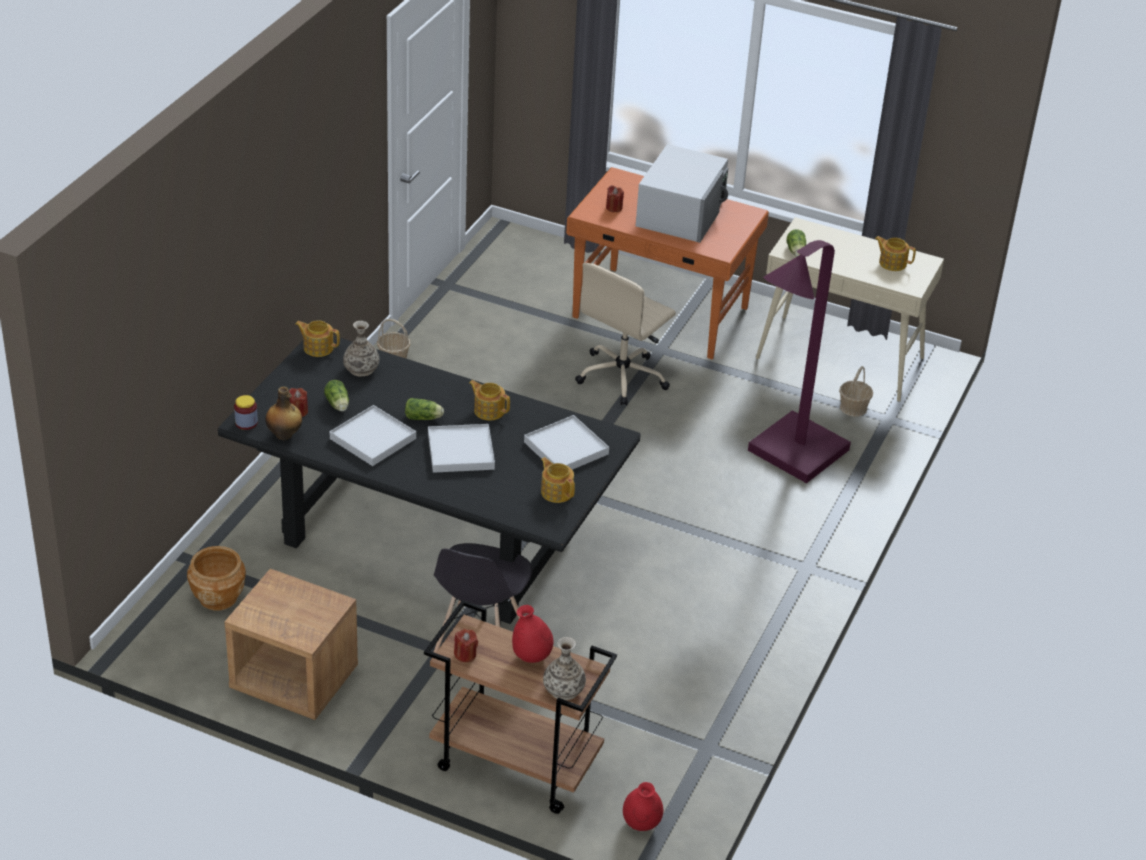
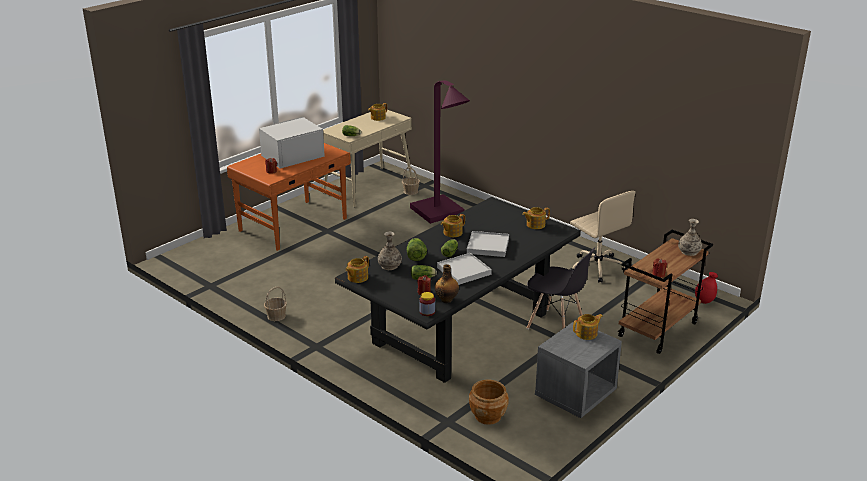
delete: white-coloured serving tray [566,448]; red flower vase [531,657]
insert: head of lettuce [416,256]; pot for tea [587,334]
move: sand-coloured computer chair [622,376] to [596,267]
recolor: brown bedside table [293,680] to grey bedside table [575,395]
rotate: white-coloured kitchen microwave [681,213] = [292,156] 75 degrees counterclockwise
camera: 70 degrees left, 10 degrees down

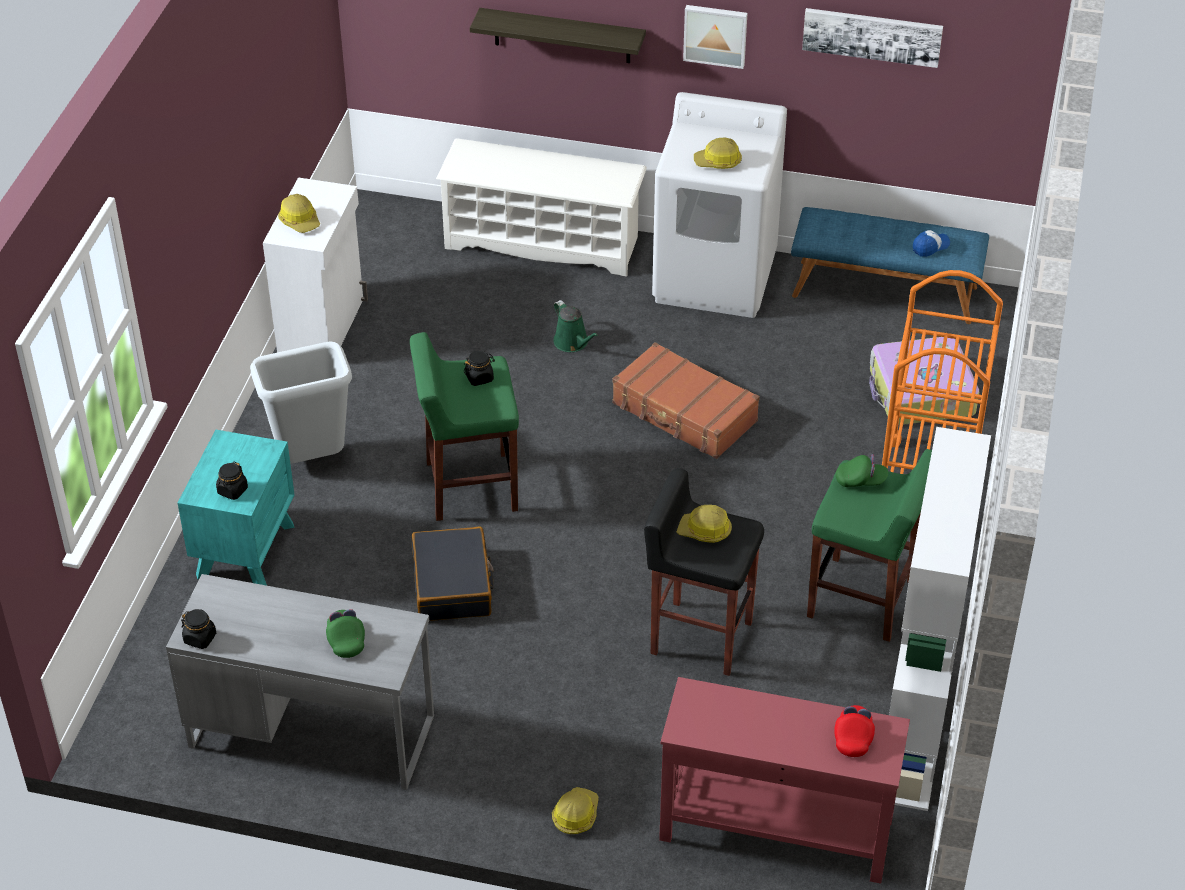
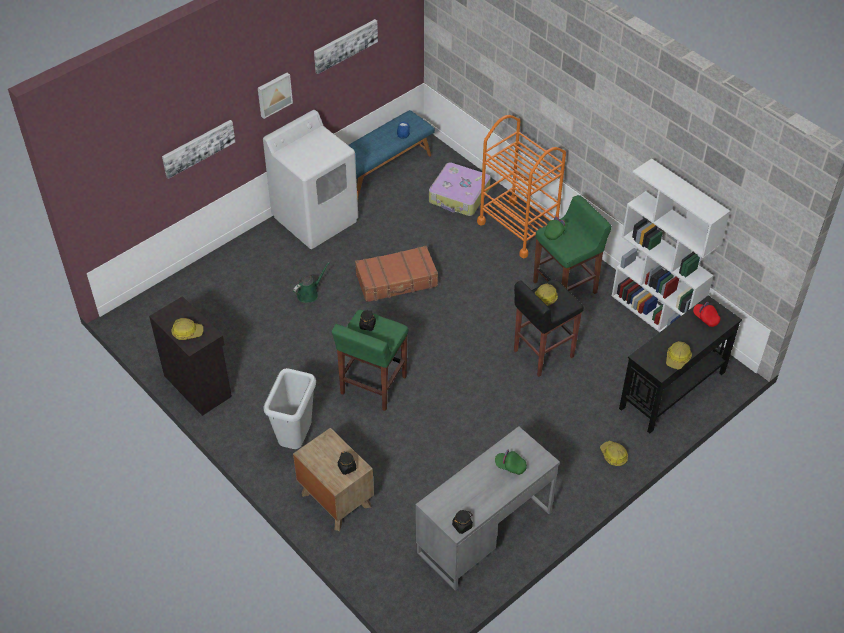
delete: white-coloured shoe stand [543,242]; black suitcase [453,585]
move: hard hat [718,162] to [678,358]
replace: bracket shelf [562,36] to picture [198,148]
recolor: white-coloured cabinet [323,327] to black cabinet [198,385]; turquoise-coloured bedside table [245,549] to brown bedside table [335,499]; red narrow table [775,829] to black narrow table [671,390]
rotate: green-coloured watering pot [573,343] = [309,294] 45 degrees counterclockwise
camera: 55 degrees left, 5 degrees up

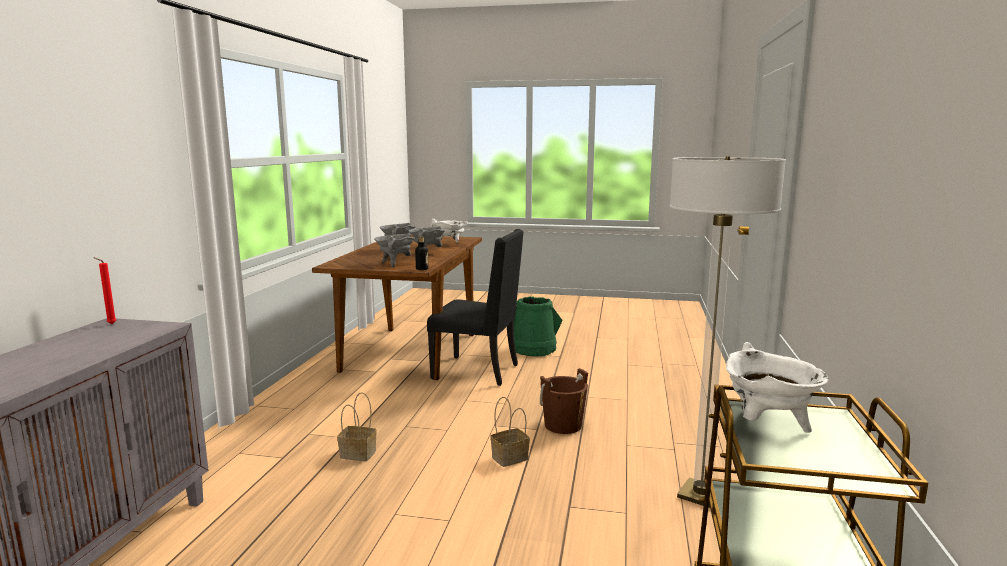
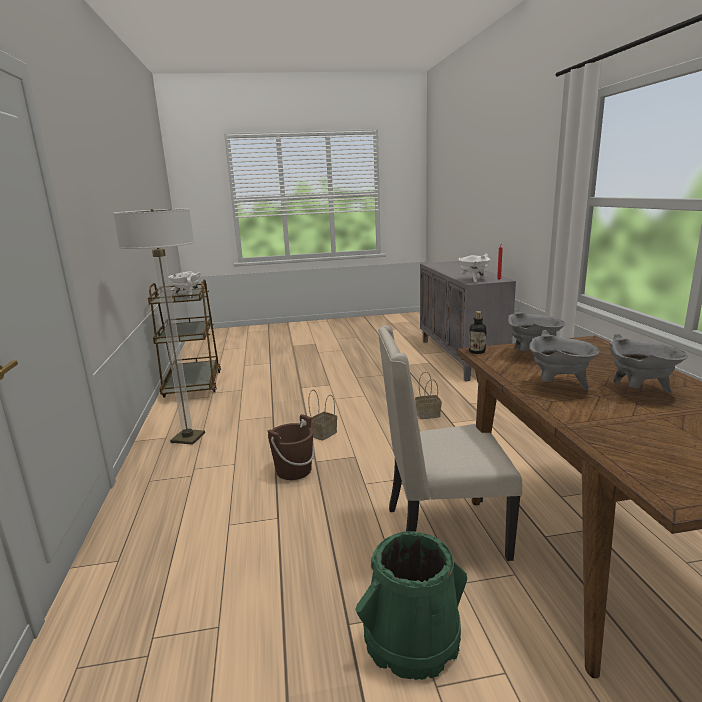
move: white-coloured stockpot [450,244] to [473,280]
recolor: black chair [478,371] to sand-coloured chair [442,532]
camera: 160 degrees right, 5 degrees up

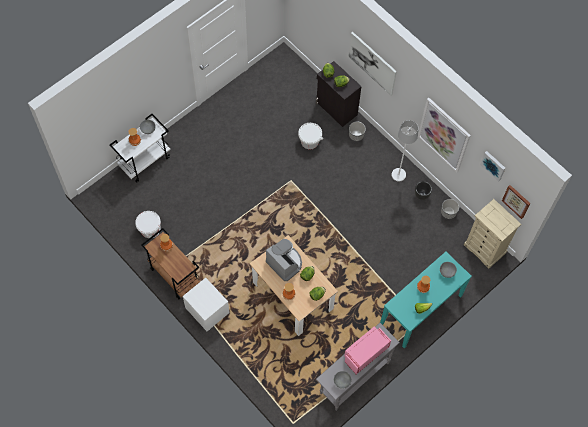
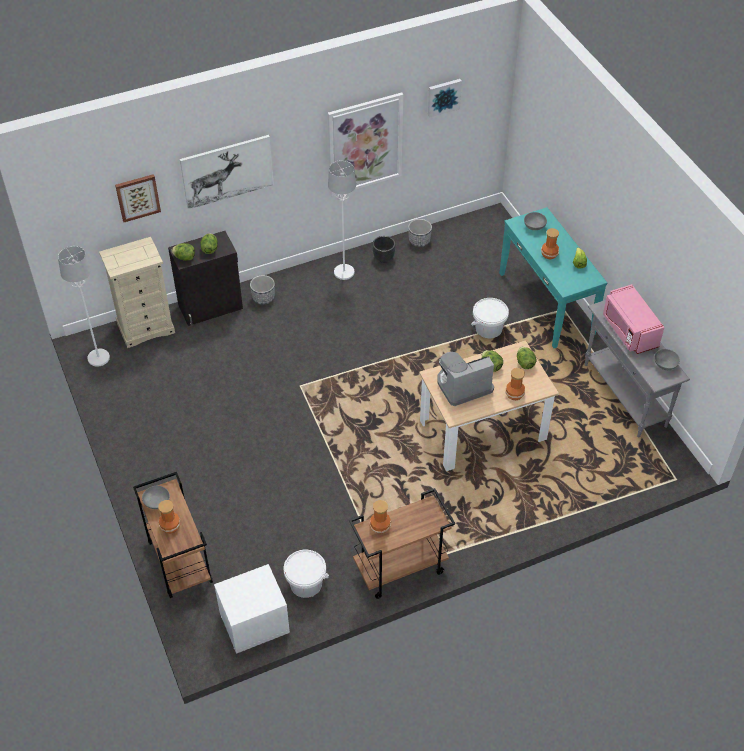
insert: white-coloured standard lamp [98,358]
move: white-coloured bucket [309,141] to [488,328]; picture [516,201] to [137,197]; sand-coloured chest of drawers [485,249] to [146,327]; white-coloured bedside table [206,310] to [254,624]
recolor: white-coloured cart [145,161] to brown cart [179,561]
camera: 70 degrees left, 15 degrees down

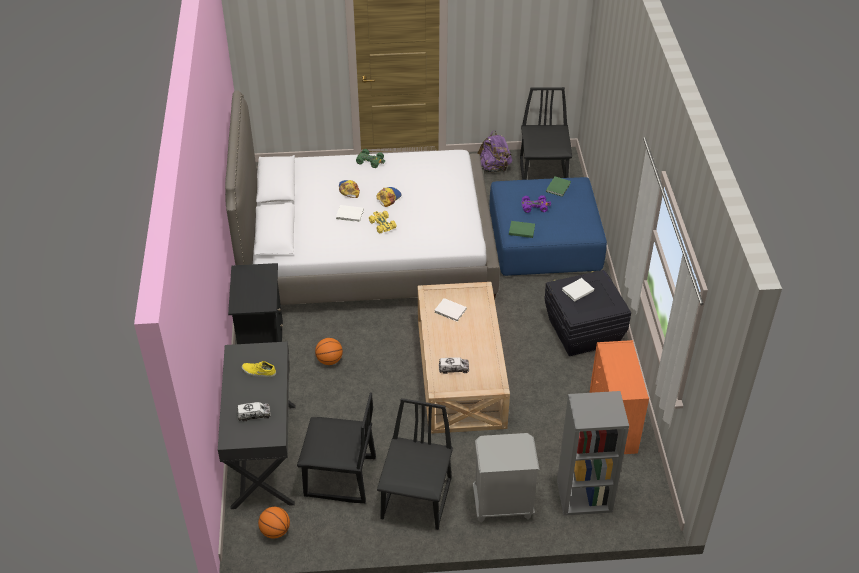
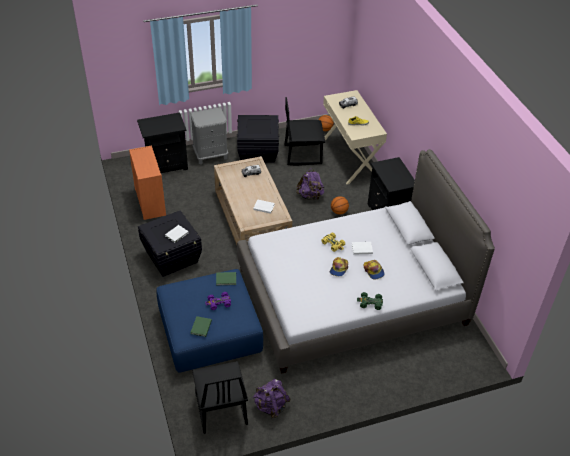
insert: purple knapsack [310,196]
replace: grey bookcase [583,497] to black bedside table [166,165]; black chair [417,499] to black storage box [257,151]
recolor: black desk unit [263,455] to sand-coloured desk unit [350,158]
camera: 165 degrees right, 0 degrees up

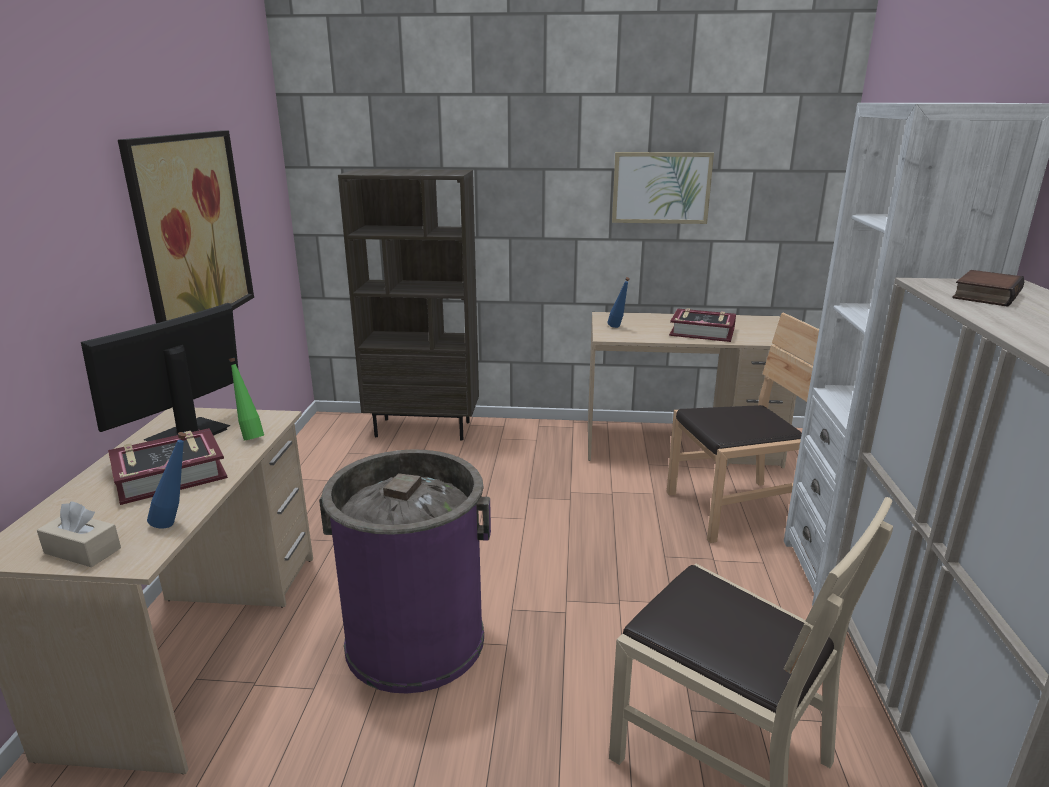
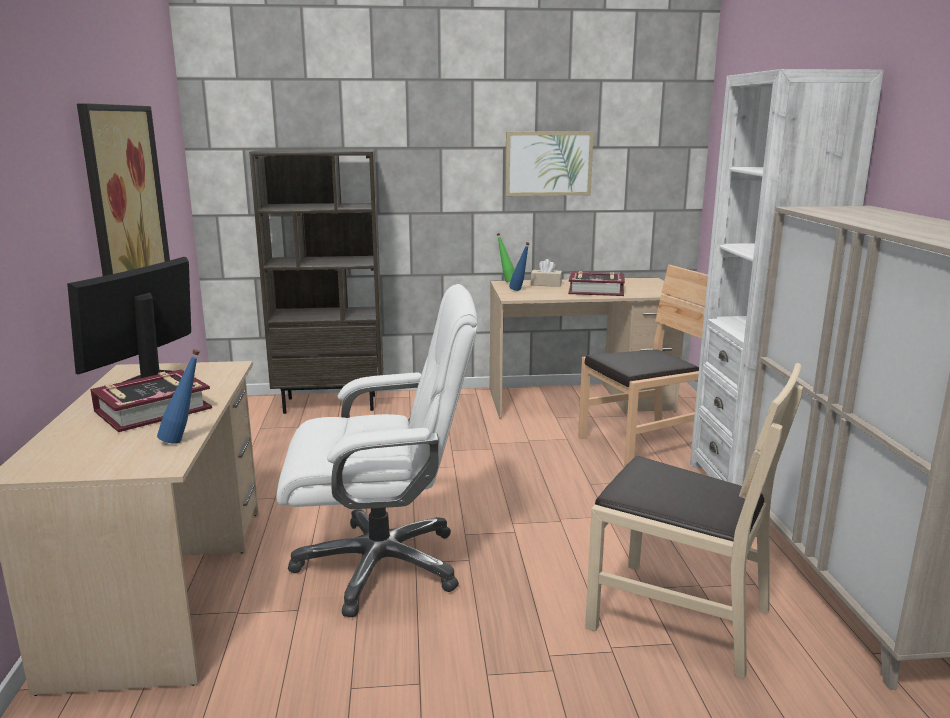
delete: book [984,295]
move: green-coloured drink bottle [250,437] to [506,281]; sand-coloured box of tissues [82,551] to [546,284]
replace: purple trash can [415,639] to white-coloured computer chair [382,564]
camera: 10 degrees left, 5 degrees down

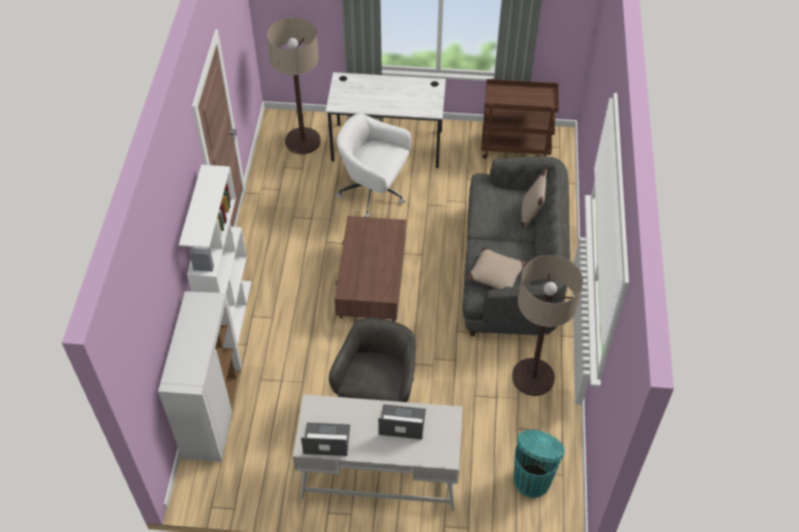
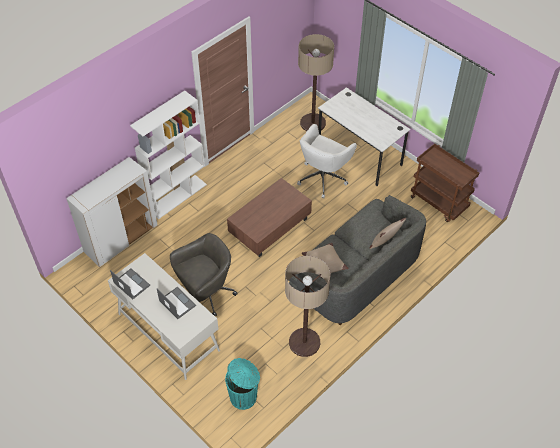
rotate: white-coloured computer chair [374,192] = [323,177] 120 degrees counterclockwise
camera: 40 degrees right, 0 degrees up

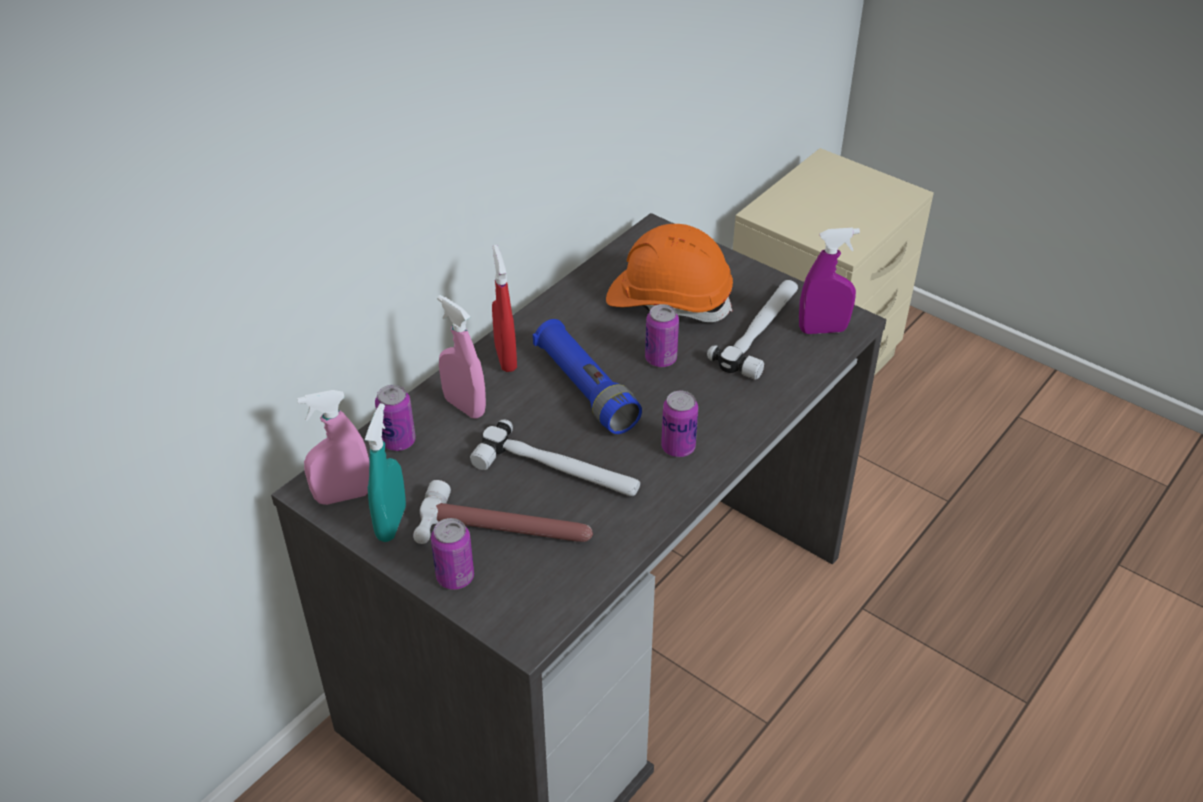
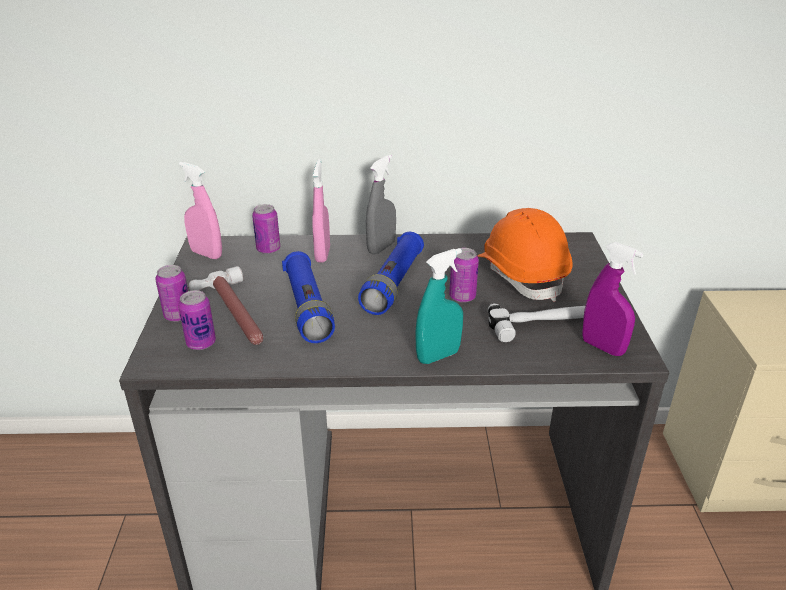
move: metal can [678,447] to [201,343]; turquoise-coloured spray bottle [391,523] to [438,356]
replace: hammer [558,471] to bluish torch [307,308]
recolor: red spray bottle [505,358] to grey spray bottle [381,248]
camera: 50 degrees right, 10 degrees down

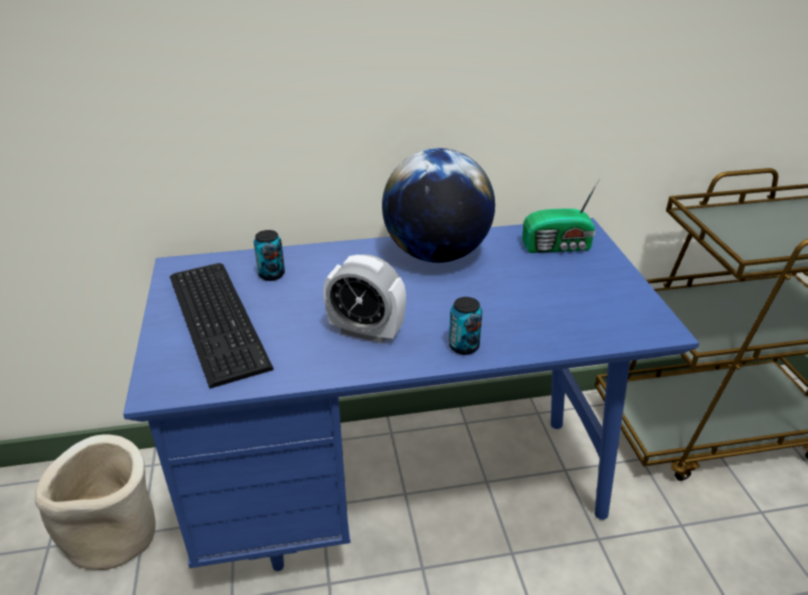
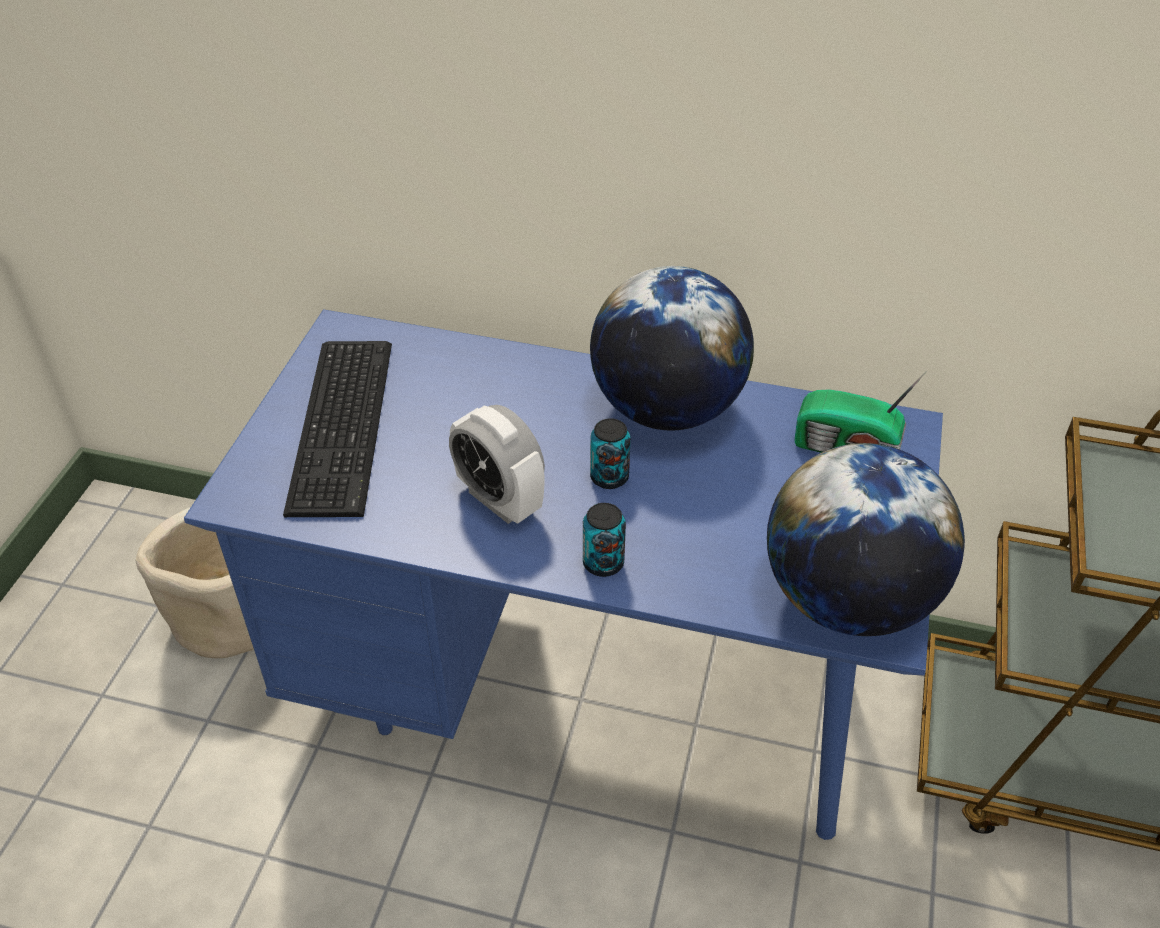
insert: desk globe [848,599]
move: metal can [271,274] to [609,477]
camera: 25 degrees right, 10 degrees up

